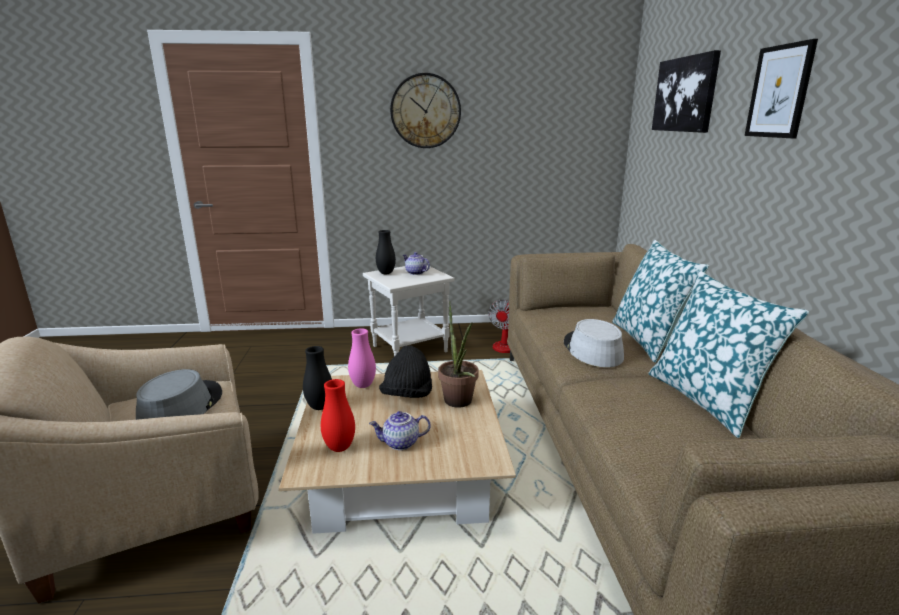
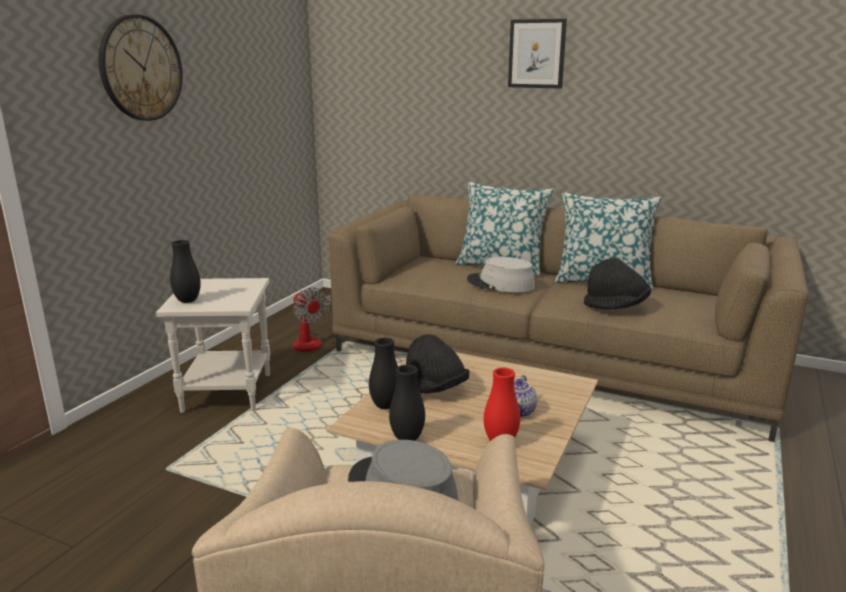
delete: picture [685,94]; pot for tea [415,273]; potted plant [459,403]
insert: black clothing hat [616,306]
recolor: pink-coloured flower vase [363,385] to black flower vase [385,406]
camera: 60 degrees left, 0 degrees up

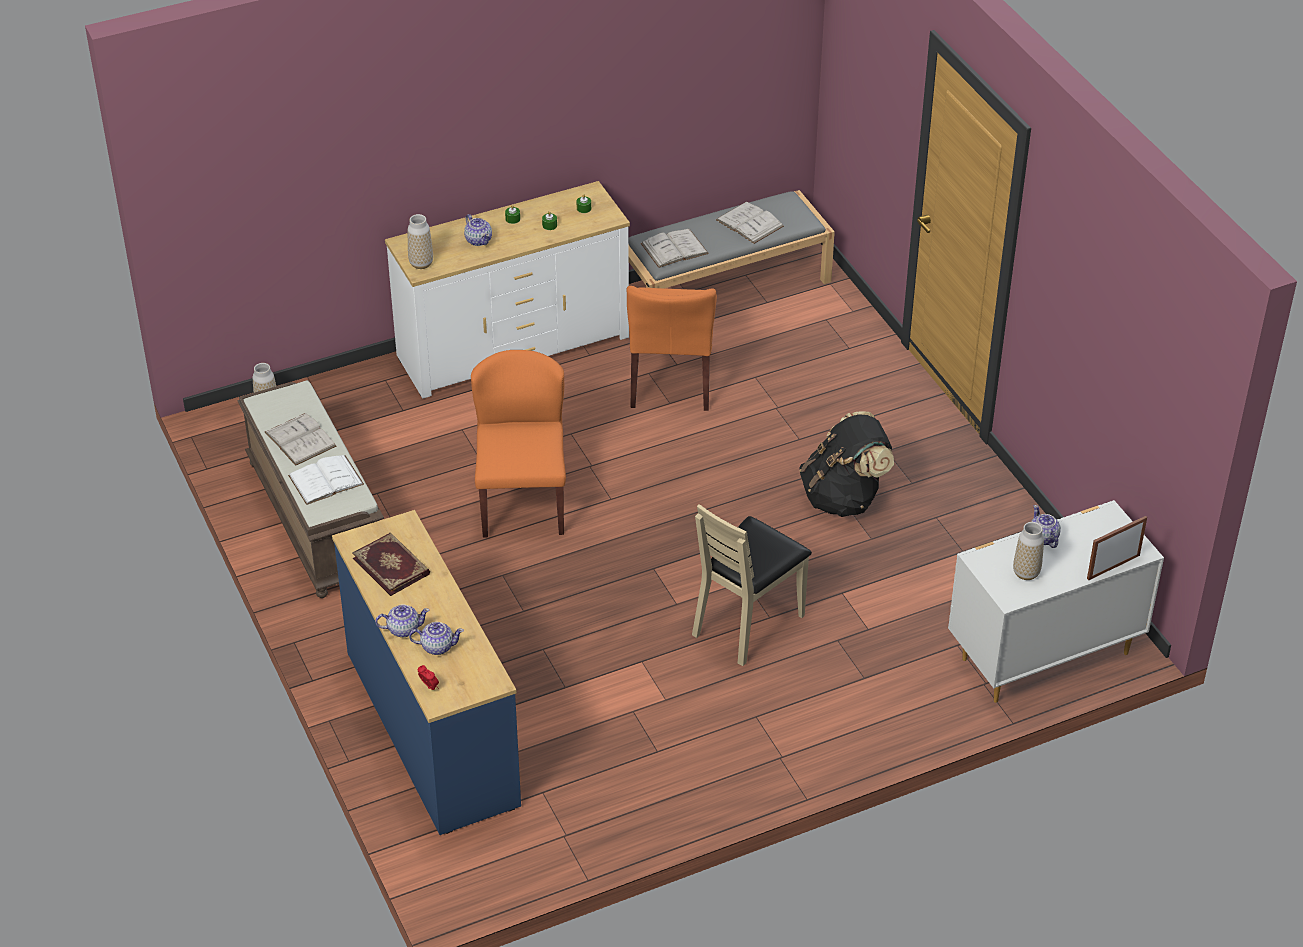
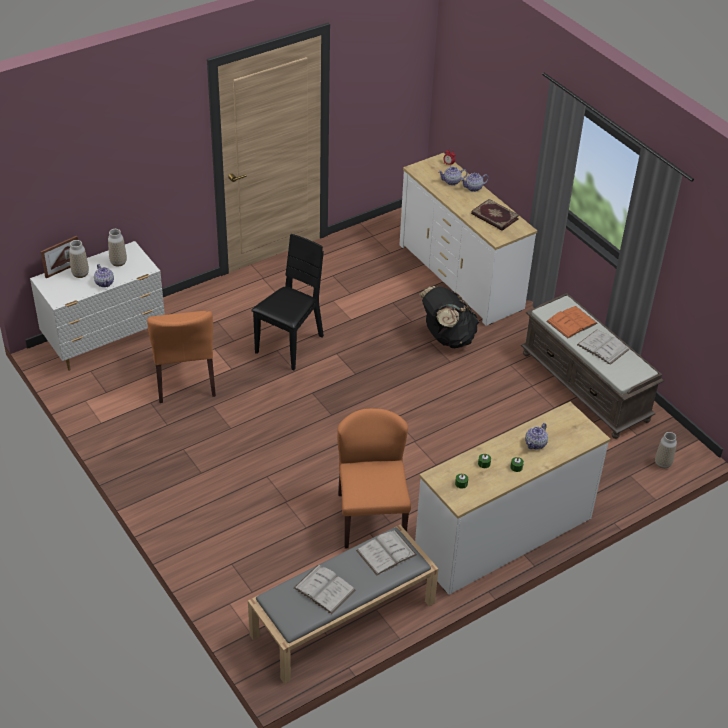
move: flower vase [421,263] to [80,274]; orange-coloured chair [522,502] to [184,378]; black knapsack [844,497] to [447,337]
recolor: white-coloured book [326,480] to orange-coloured book [571,322]; sand-coloured chair [747,623] to black chair [290,345]; bluish chest of drawers [431,729] to white-coloured chest of drawers [460,276]
rotate: pot for tea [478,240] = [536,444] 105 degrees counterclockwise
camera: 170 degrees right, 0 degrees up

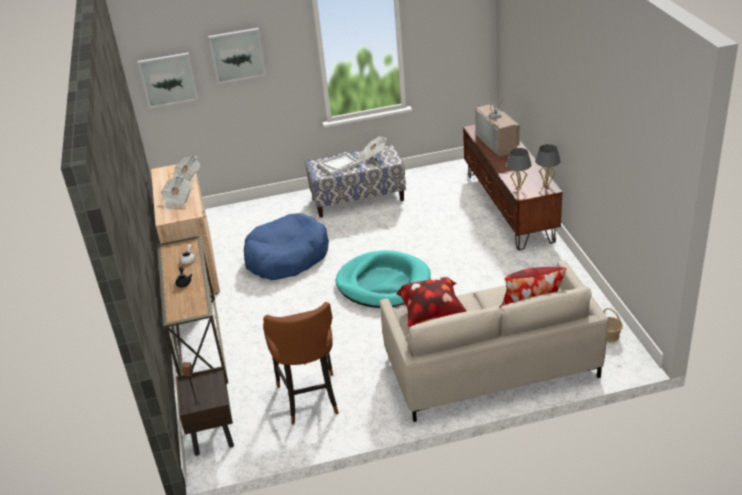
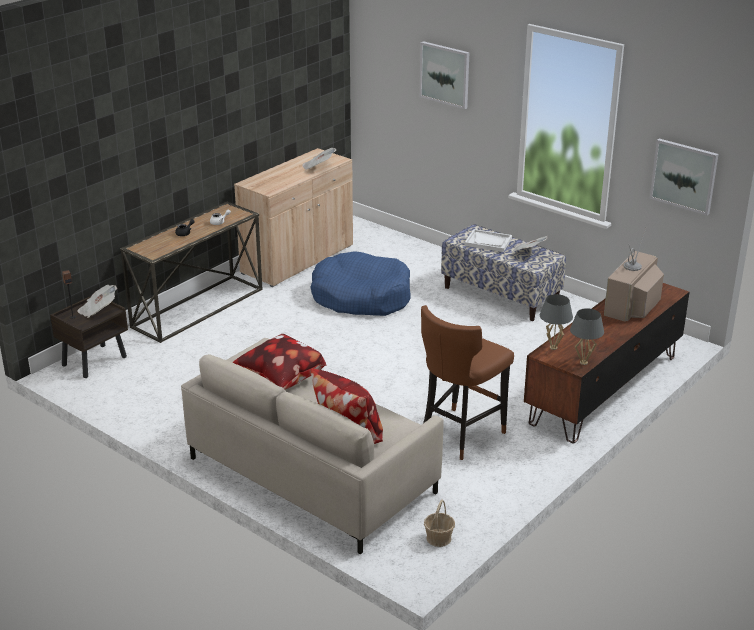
delete: turquoise-coloured dog bed [383,283]
move: picture [168,80] to [684,176]; printed paper [177,201] to [98,310]; brown stool seat [309,399] to [460,435]
camera: 50 degrees right, 5 degrees down

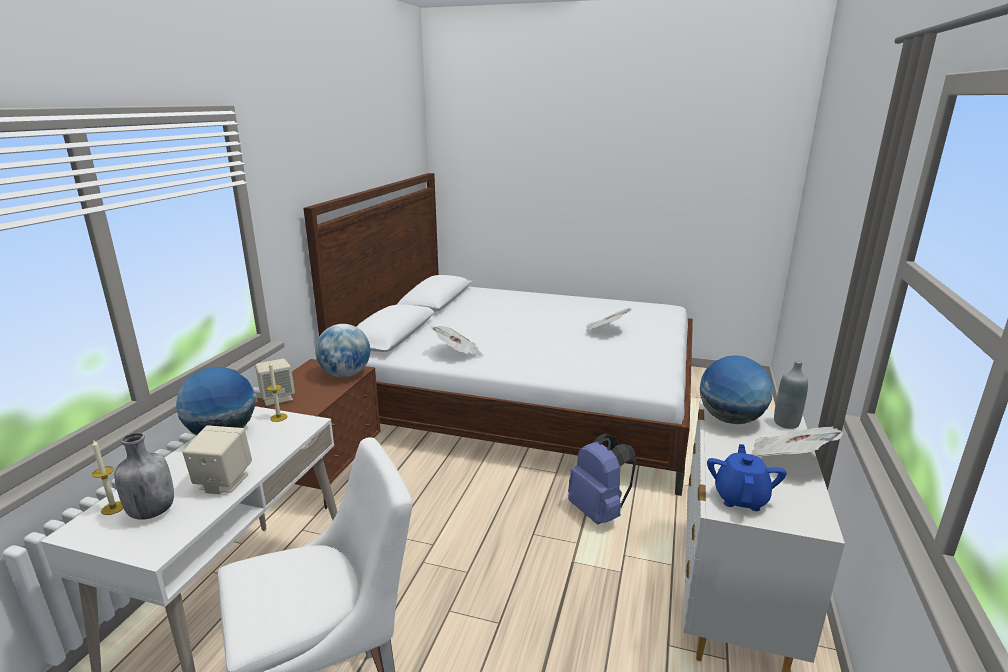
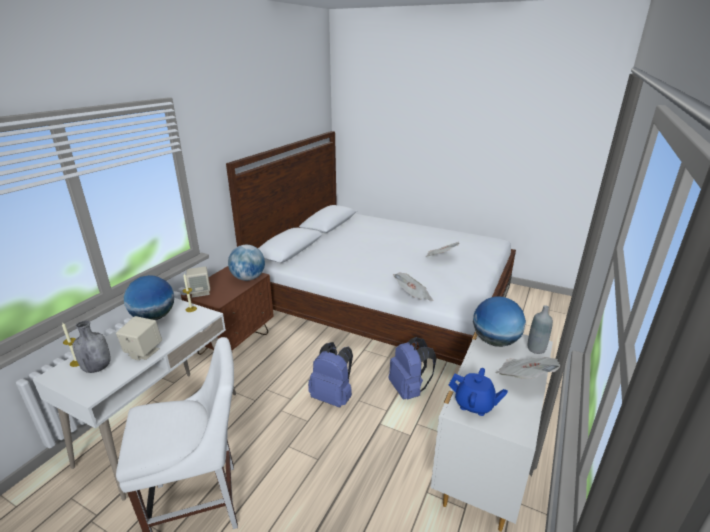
insert: bluish knapsack [333,397]
move: printed paper [458,354] to [413,296]
rotate: bluish pot for tea [740,498] = [474,405] 90 degrees clockwise
camera: 10 degrees right, 5 degrees up

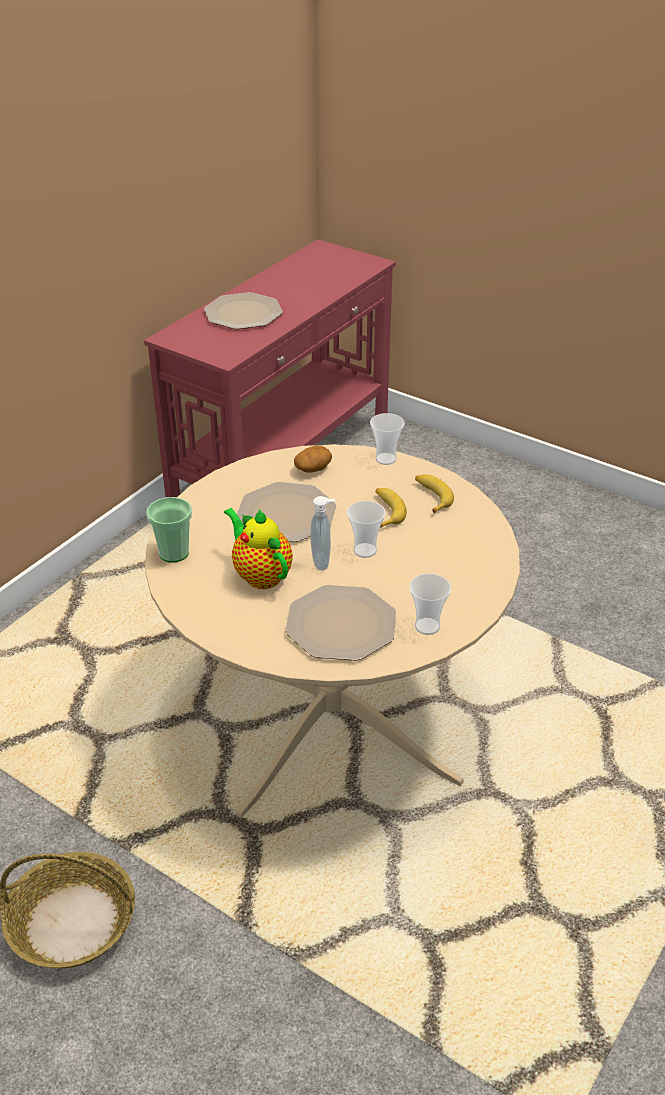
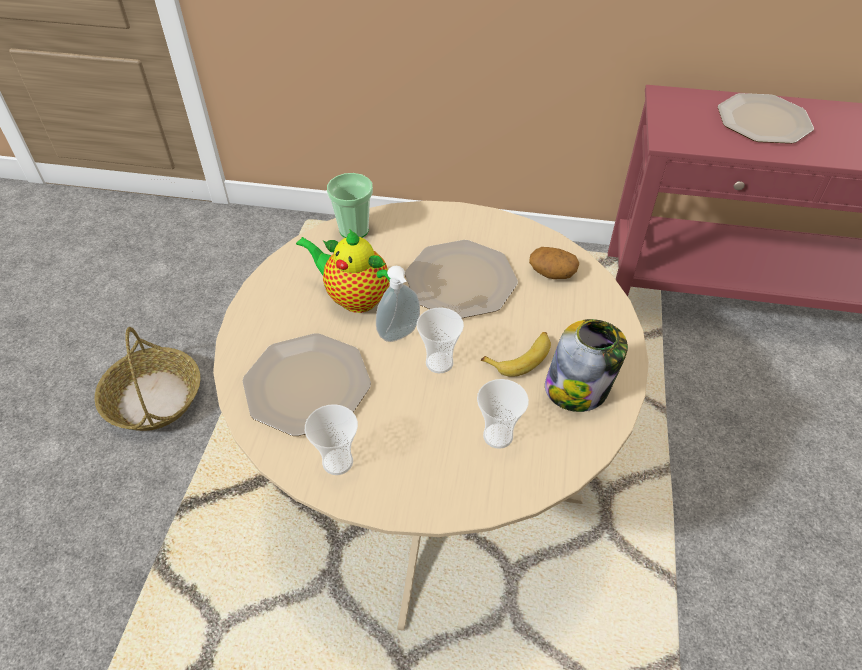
move: drinking cup [385,459] to [498,436]
replace: whole banana [431,497] to preserve jar [578,389]
rotate: pot for tea [260,575] = [354,297] 90 degrees counterclockwise
camera: 65 degrees right, 10 degrees up

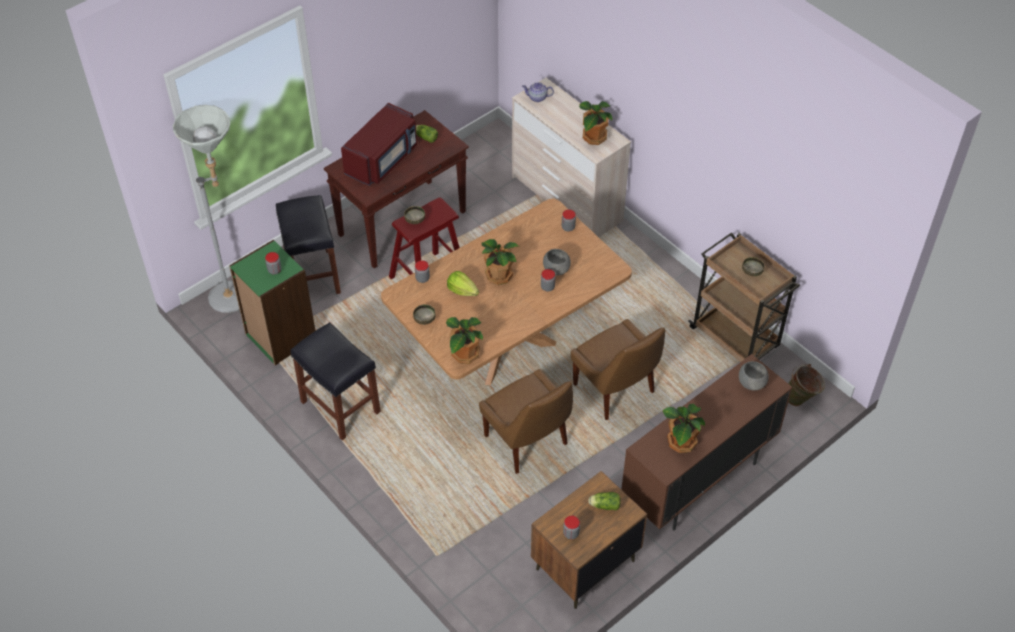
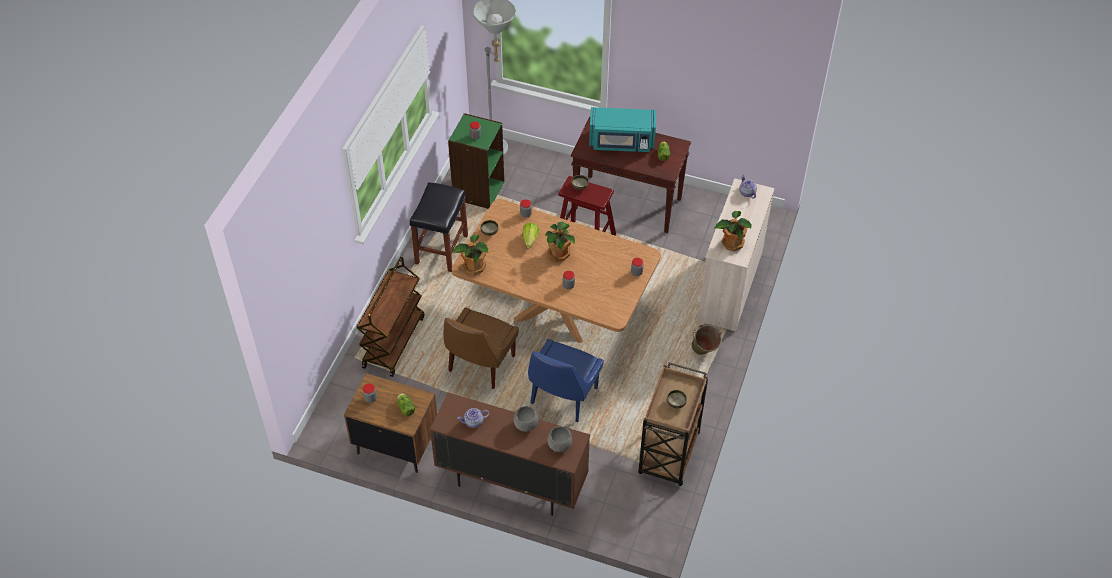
delete: black stool seat [312,275]
insert: brown cart [393,341]
move: grey serving bowl [556,269] to [526,424]; green-coloured bucket [801,399] to [704,353]
replace: potted plant [680,443] to pot for tea [473,422]
recolor: red kitchen microwave [383,160] to turquoise-coloured kitchen microwave [621,142]; brown chair [615,390] to bluish chair [562,398]
camera: 60 degrees right, 0 degrees up

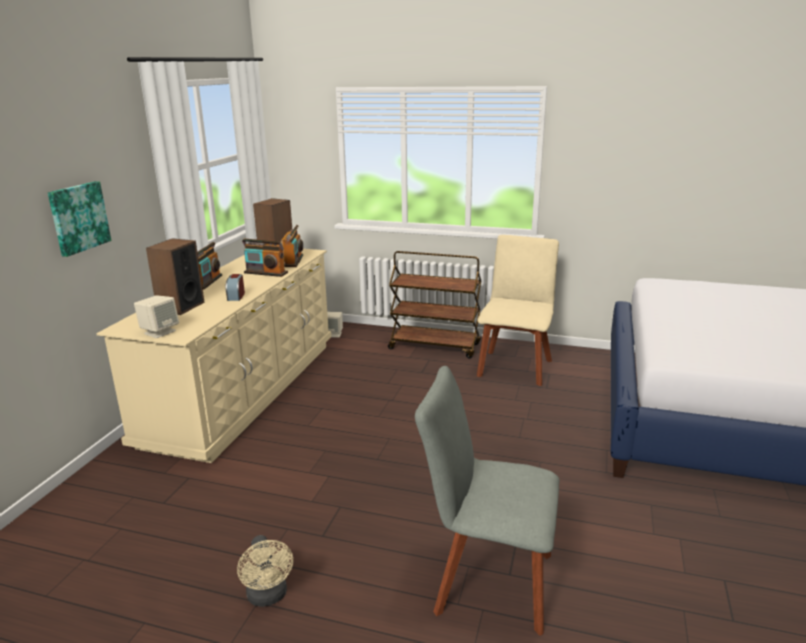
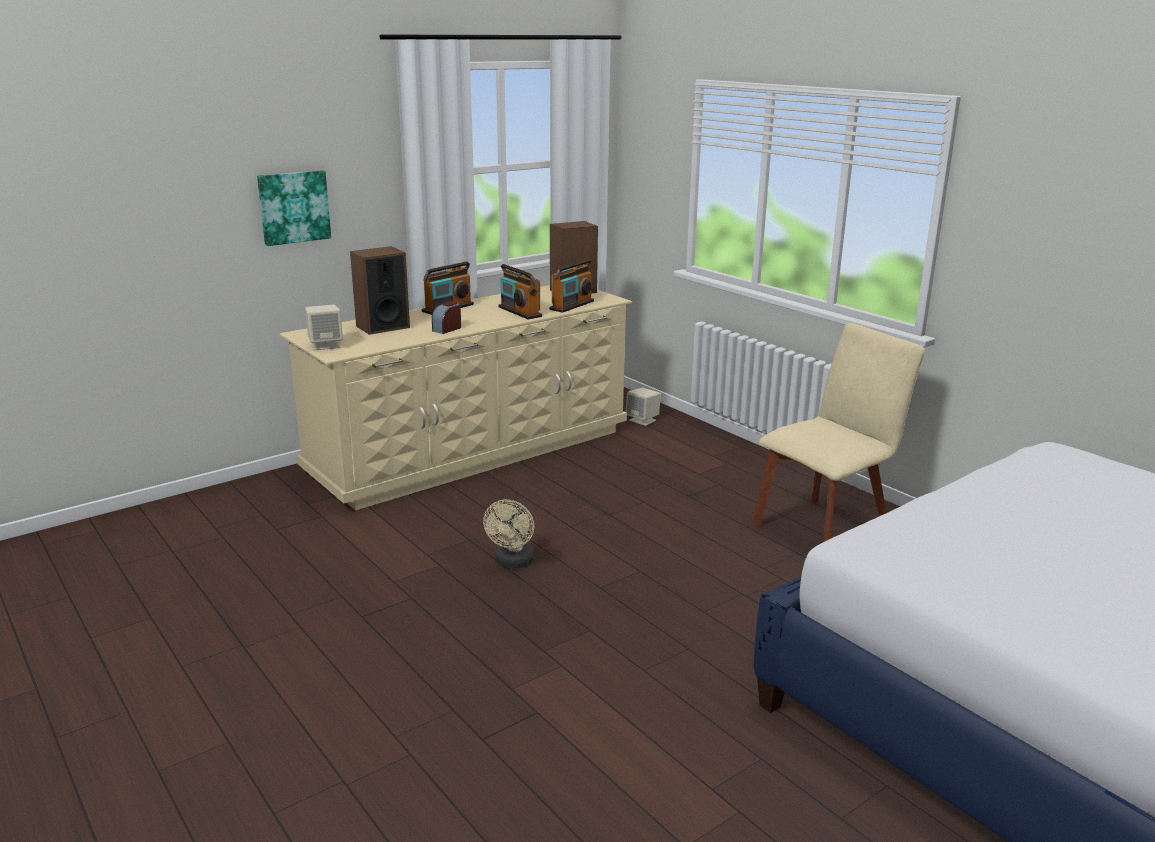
delete: brown cart [435,346]; grey chair [487,580]
move: sand-coloured cooling fan [268,597] to [513,563]
camera: 35 degrees right, 0 degrees up

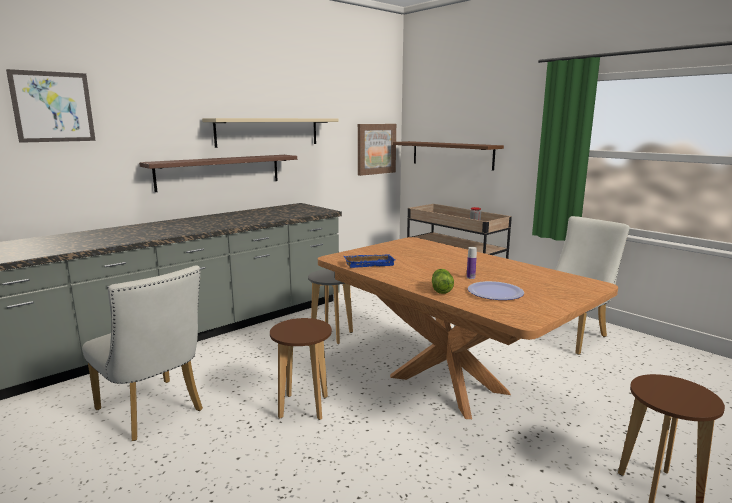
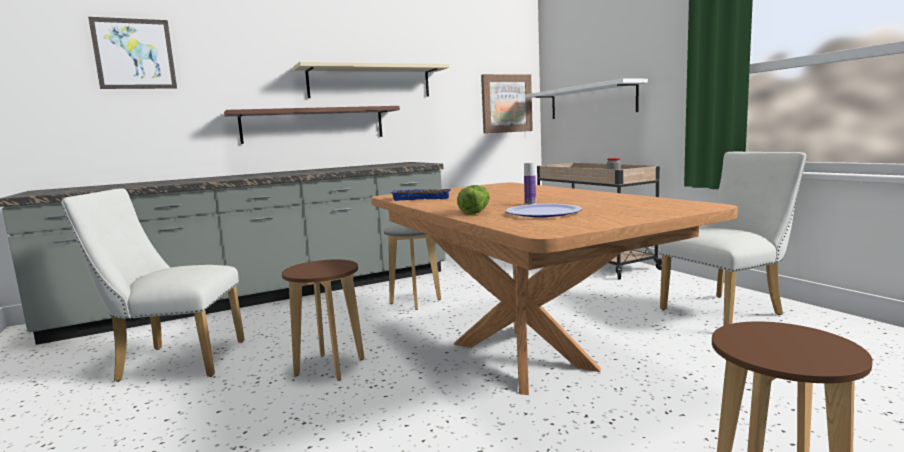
recolor: brown bracket shelf [451,155] to white-coloured bracket shelf [591,101]
rotate: white-coloured chair [154,412] = [174,361] 120 degrees clockwise
camera: 15 degrees right, 5 degrees down

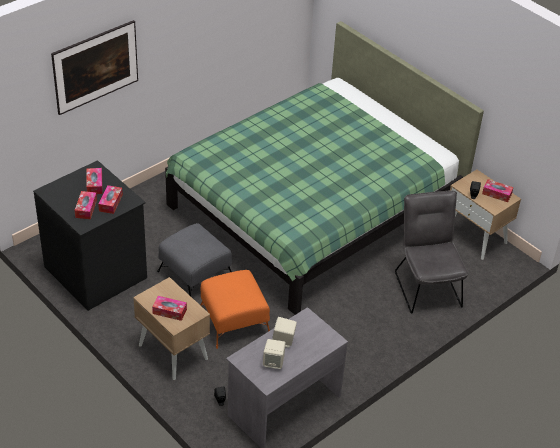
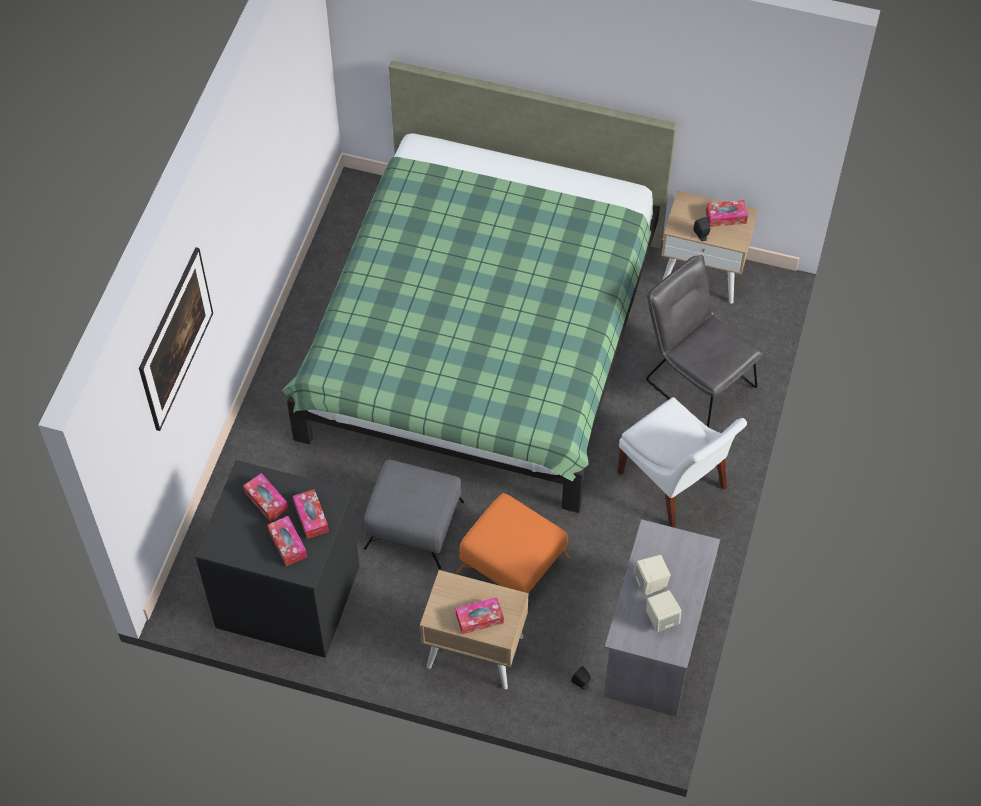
insert: white-coloured chair [674,484]
camera: 30 degrees left, 15 degrees up

